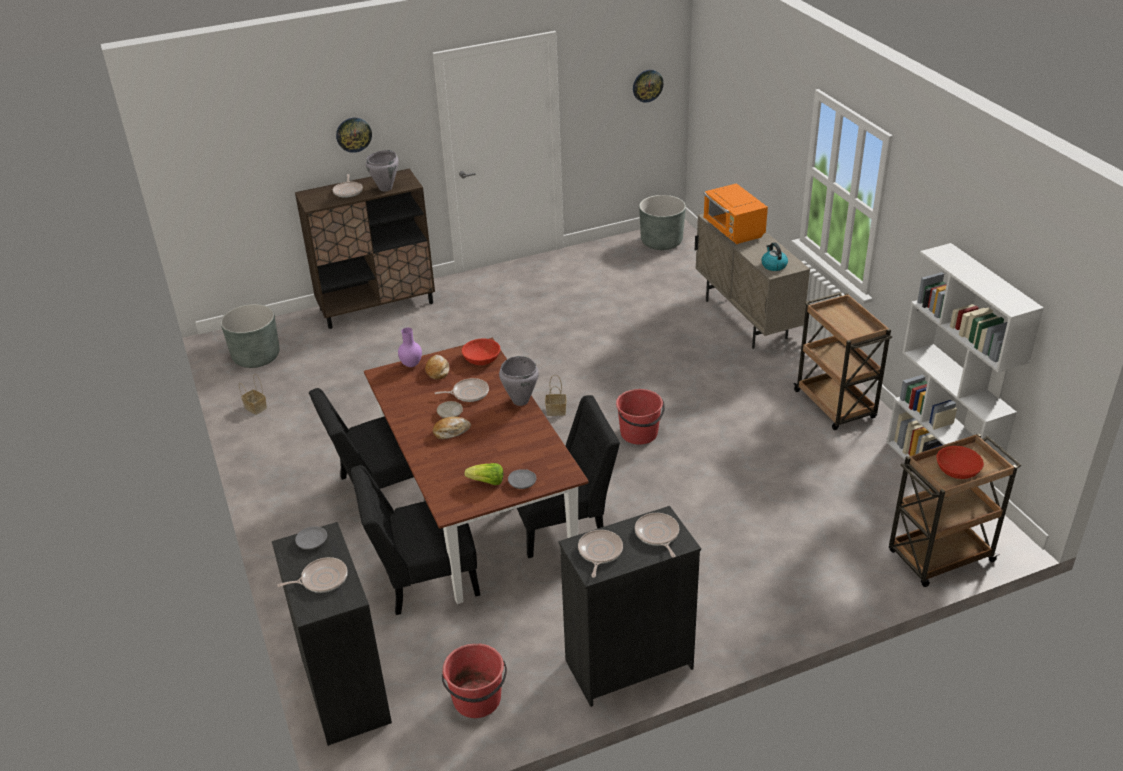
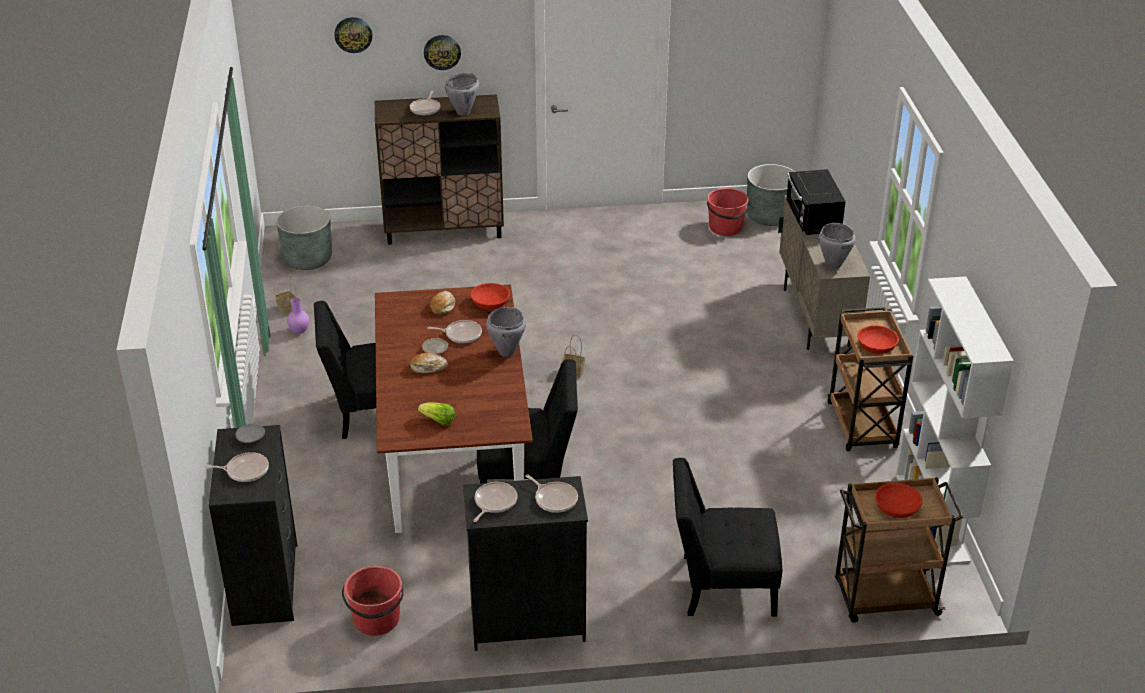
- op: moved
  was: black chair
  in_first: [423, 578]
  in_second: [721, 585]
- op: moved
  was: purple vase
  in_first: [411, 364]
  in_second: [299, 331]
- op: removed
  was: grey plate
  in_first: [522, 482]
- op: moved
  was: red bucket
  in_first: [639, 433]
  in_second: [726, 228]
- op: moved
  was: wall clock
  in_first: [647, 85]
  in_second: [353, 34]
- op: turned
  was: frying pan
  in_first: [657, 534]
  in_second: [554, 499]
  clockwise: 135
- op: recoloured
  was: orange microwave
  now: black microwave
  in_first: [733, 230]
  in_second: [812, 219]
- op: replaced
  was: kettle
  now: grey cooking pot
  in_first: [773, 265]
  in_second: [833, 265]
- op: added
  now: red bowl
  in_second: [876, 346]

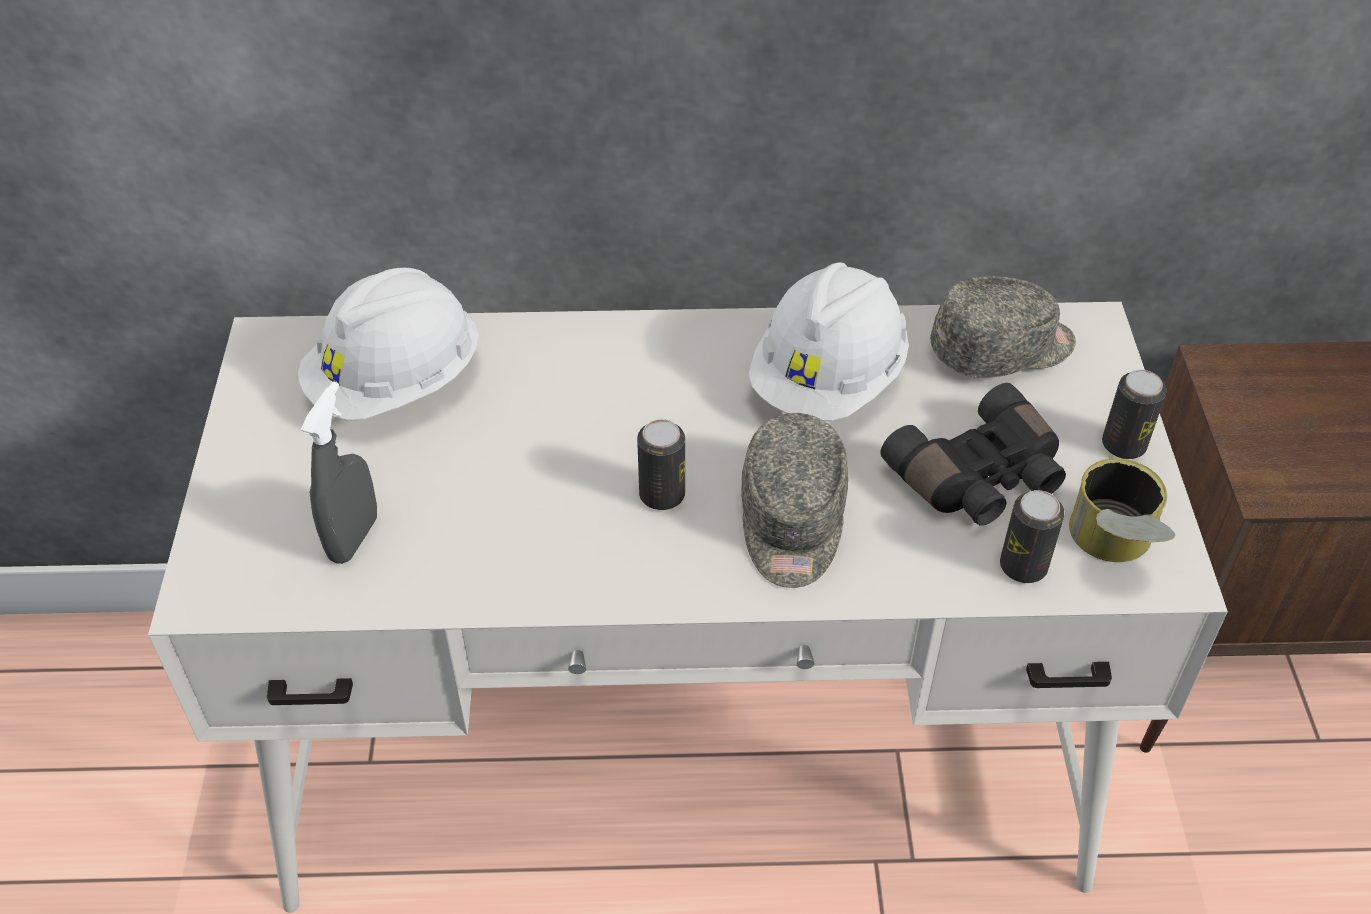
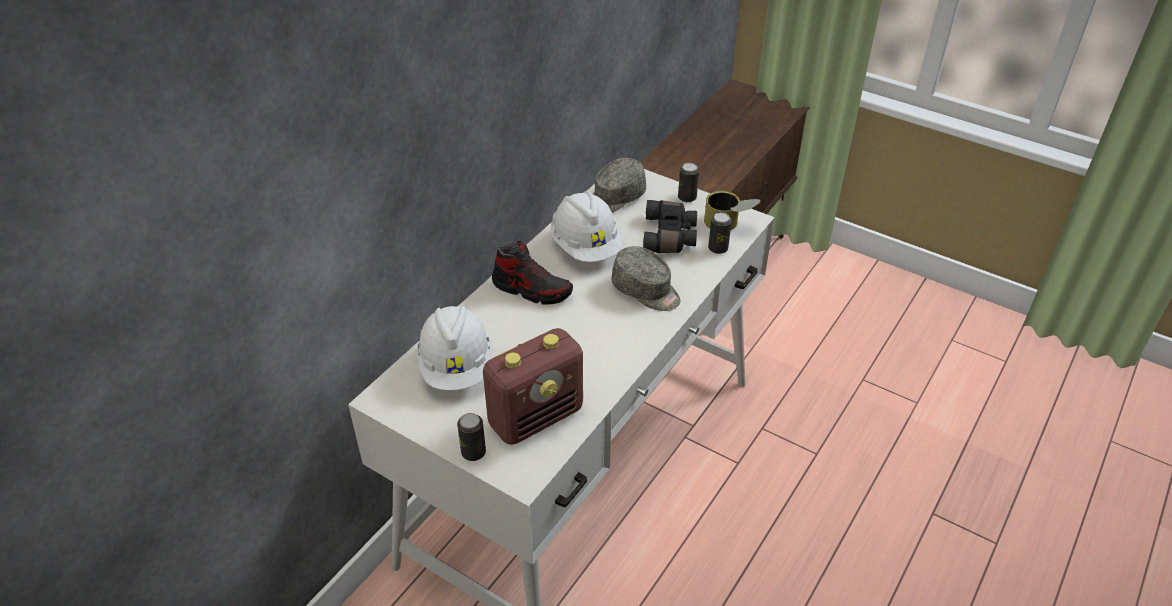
- op: replaced
  was: grey spray bottle
  now: radio
  in_first: [353, 538]
  in_second: [536, 417]
- op: moved
  was: can
  in_first: [662, 495]
  in_second: [473, 452]
- op: turned
  was: grey cap
  in_first: [1002, 349]
  in_second: [615, 198]
  clockwise: -150
- op: added
  now: shoe
  in_second: [532, 289]

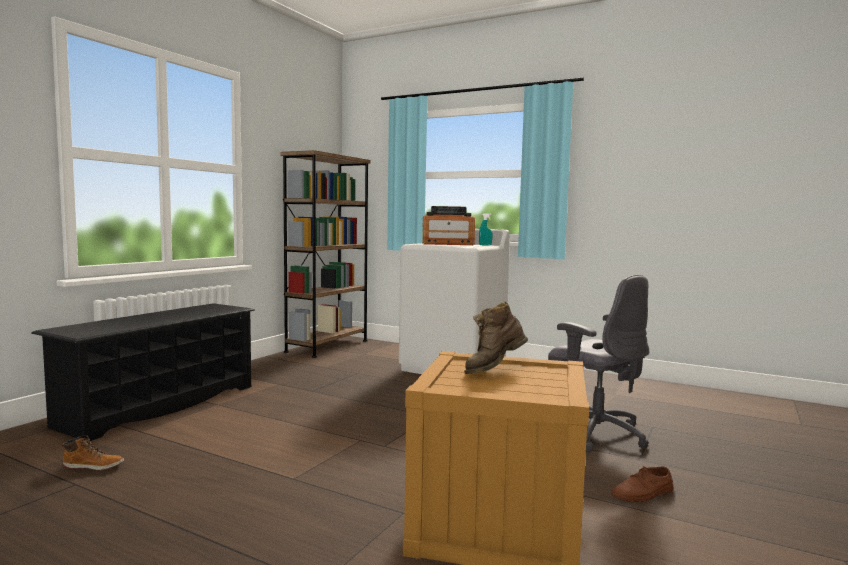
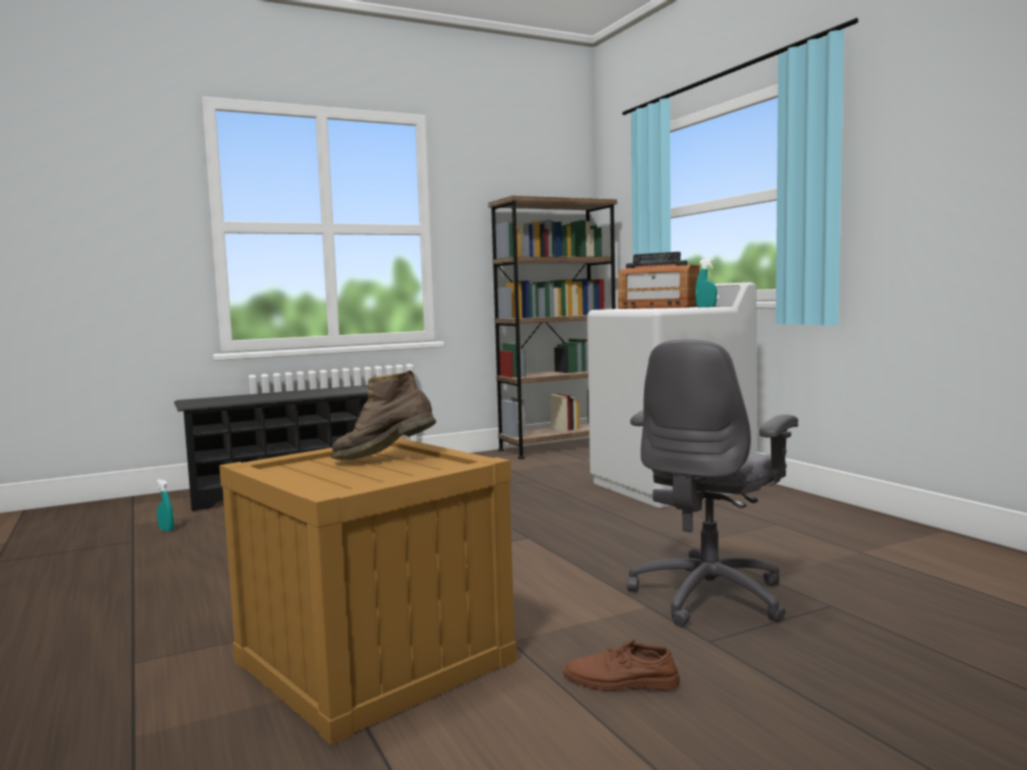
- op: replaced
  was: boot
  now: turquoise spray bottle
  in_first: [94, 466]
  in_second: [166, 530]
- op: turned
  was: grey office chair
  in_first: [595, 433]
  in_second: [711, 596]
  clockwise: 45

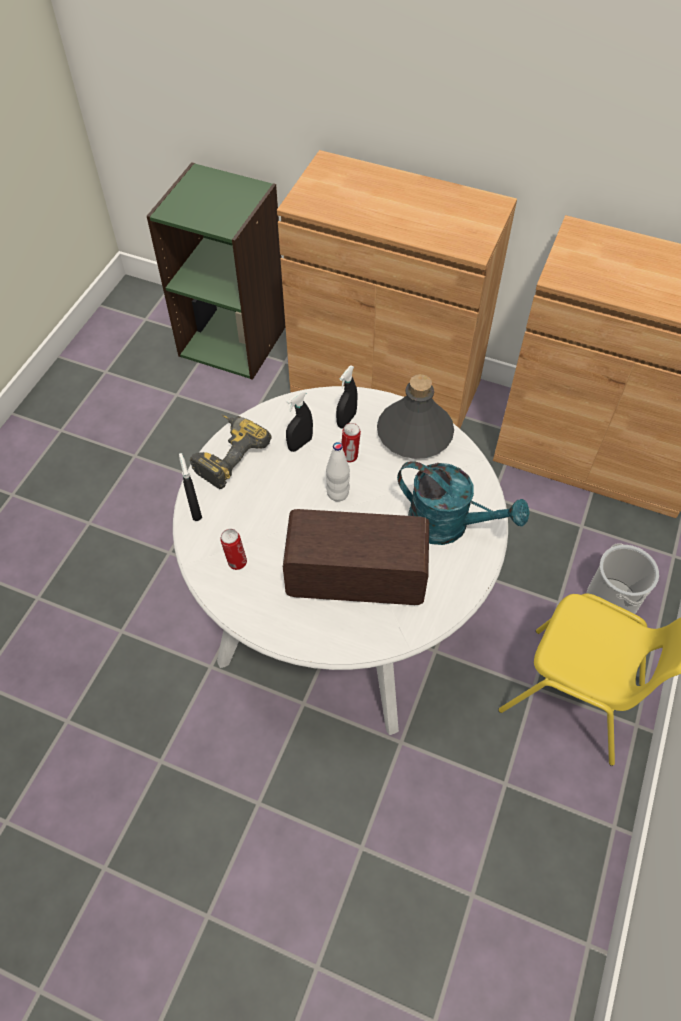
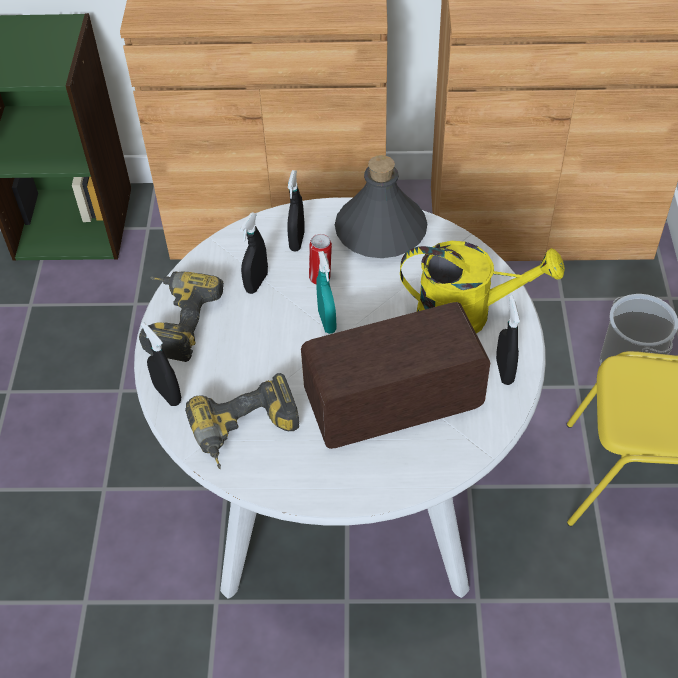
- op: replaced
  was: can
  now: power drill
  in_first: [236, 562]
  in_second: [246, 435]
- op: replaced
  was: white bottle
  now: turquoise spray bottle
  in_first: [337, 493]
  in_second: [327, 321]
- op: recoloured
  was: turquoise watering can
  now: yellow watering can
  in_first: [449, 525]
  in_second: [467, 314]
- op: added
  now: black spray bottle
  in_second: [504, 371]

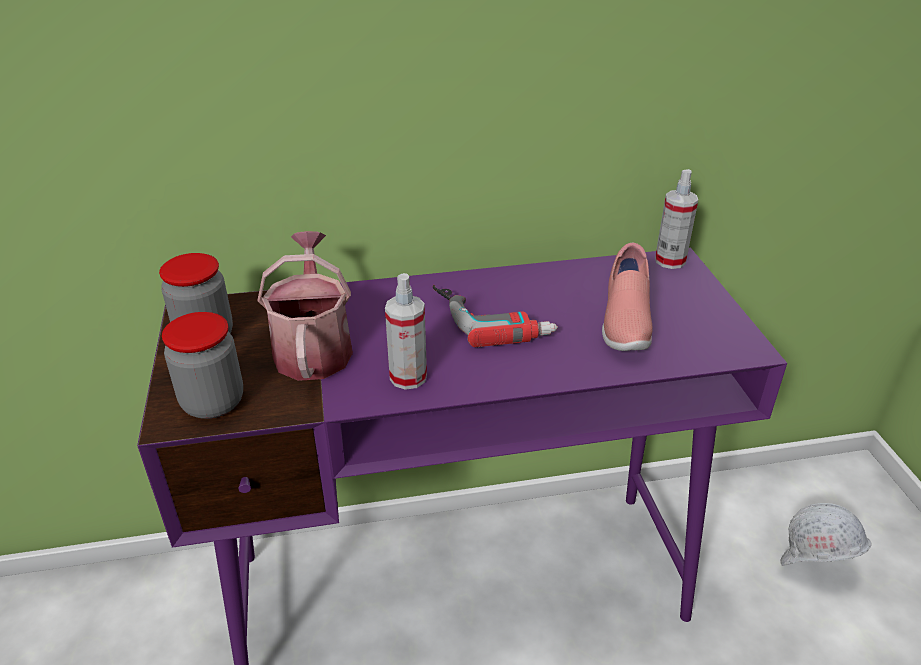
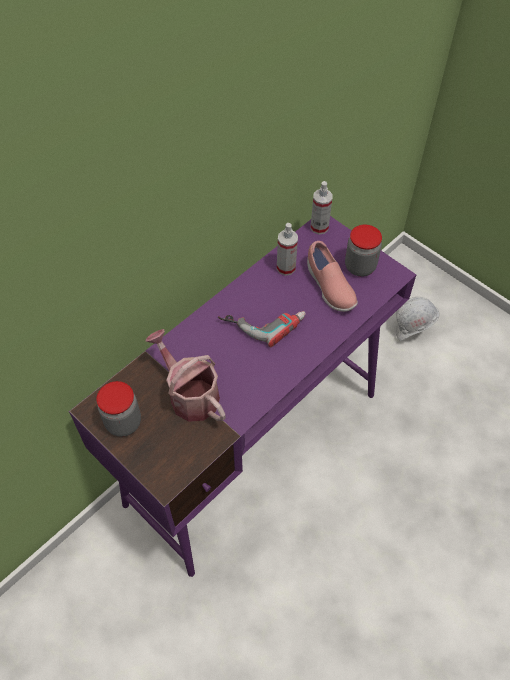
- op: moved
  was: jar
  in_first: [213, 403]
  in_second: [360, 267]
- op: moved
  was: spray bottle
  in_first: [408, 377]
  in_second: [286, 268]

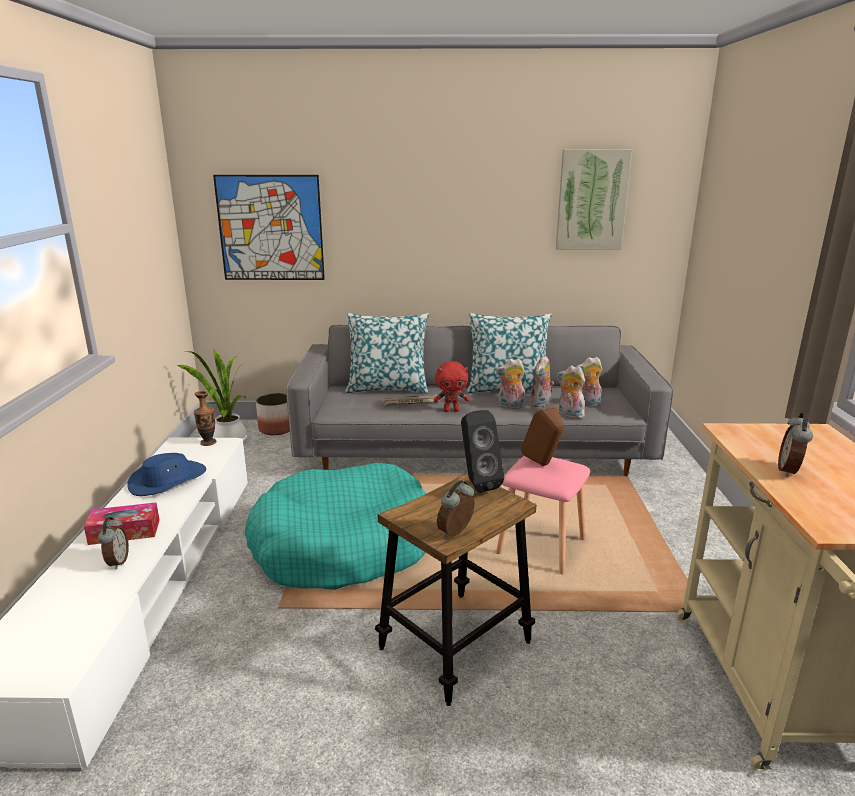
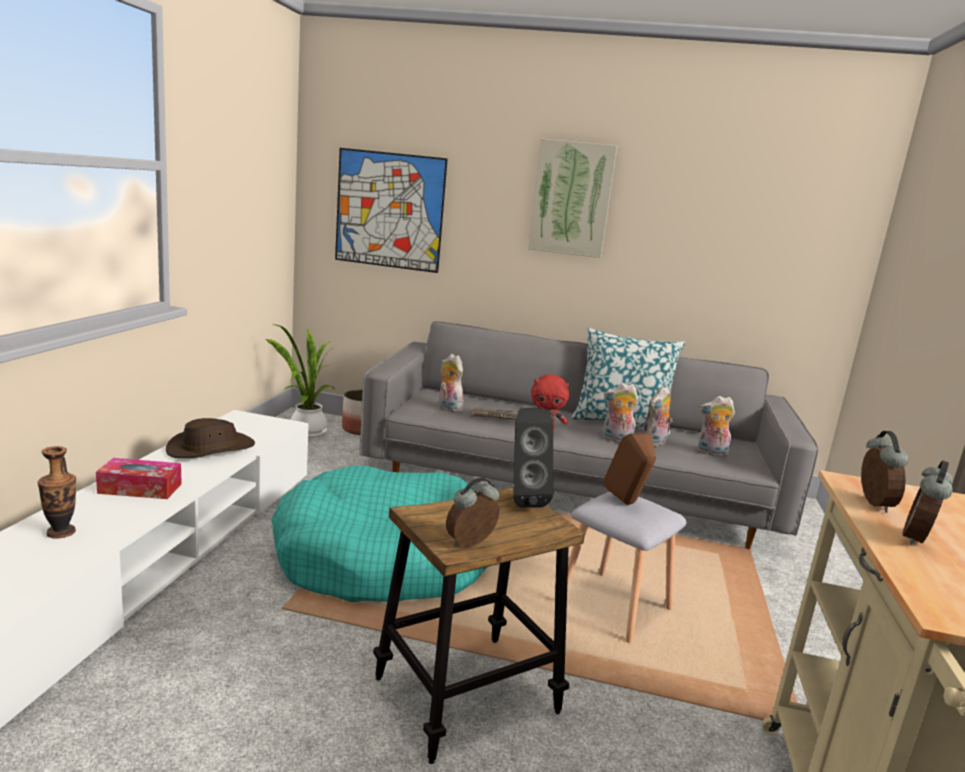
- op: moved
  was: alarm clock
  in_first: [117, 562]
  in_second: [872, 504]
- op: recoloured
  was: blue hat
  now: brown hat
  in_first: [168, 480]
  in_second: [210, 449]
- op: moved
  was: vase
  in_first: [208, 443]
  in_second: [61, 532]
- op: removed
  was: pillow
  in_first: [388, 388]
- op: recoloured
  was: pink stool
  now: grey stool
  in_first: [539, 546]
  in_second: [611, 606]
- op: moved
  was: picture
  in_first: [592, 200]
  in_second: [571, 198]
- op: moved
  was: plush toy
  in_first: [569, 415]
  in_second: [448, 408]

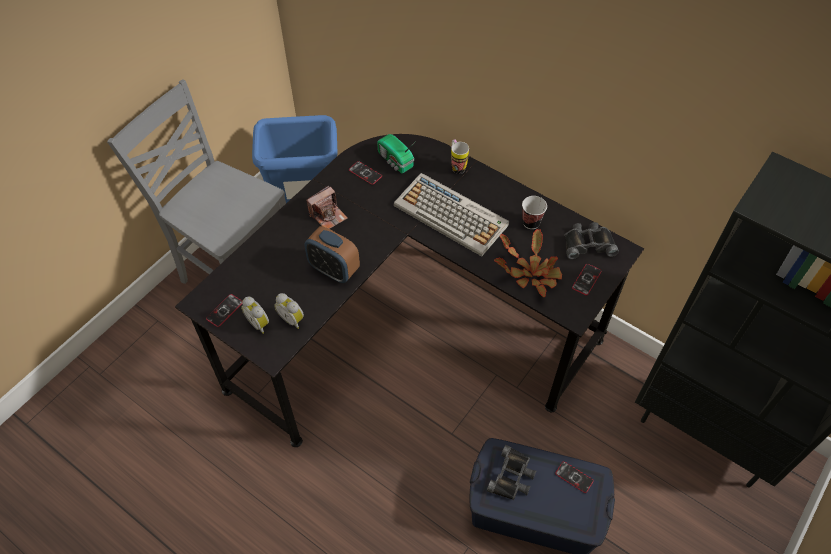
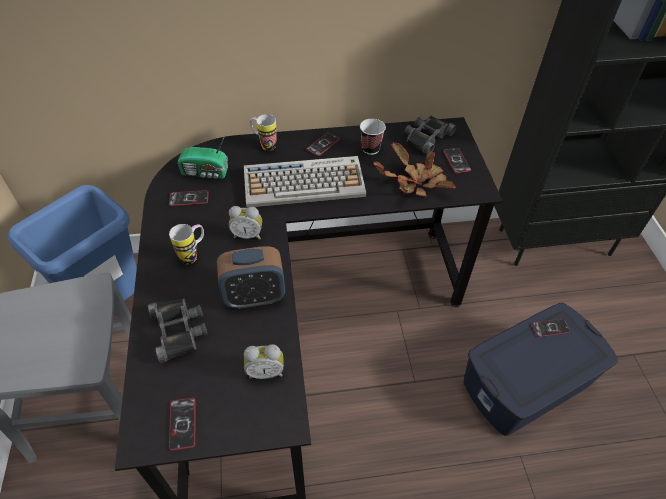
- op: moved
  was: alarm clock
  in_first: [259, 323]
  in_second: [248, 235]
- op: replaced
  was: photo camera
  now: mug
  in_first: [328, 215]
  in_second: [193, 255]
- op: moved
  was: black binoculars
  in_first: [512, 476]
  in_second: [179, 330]
- op: added
  now: phone
  in_second: [323, 144]

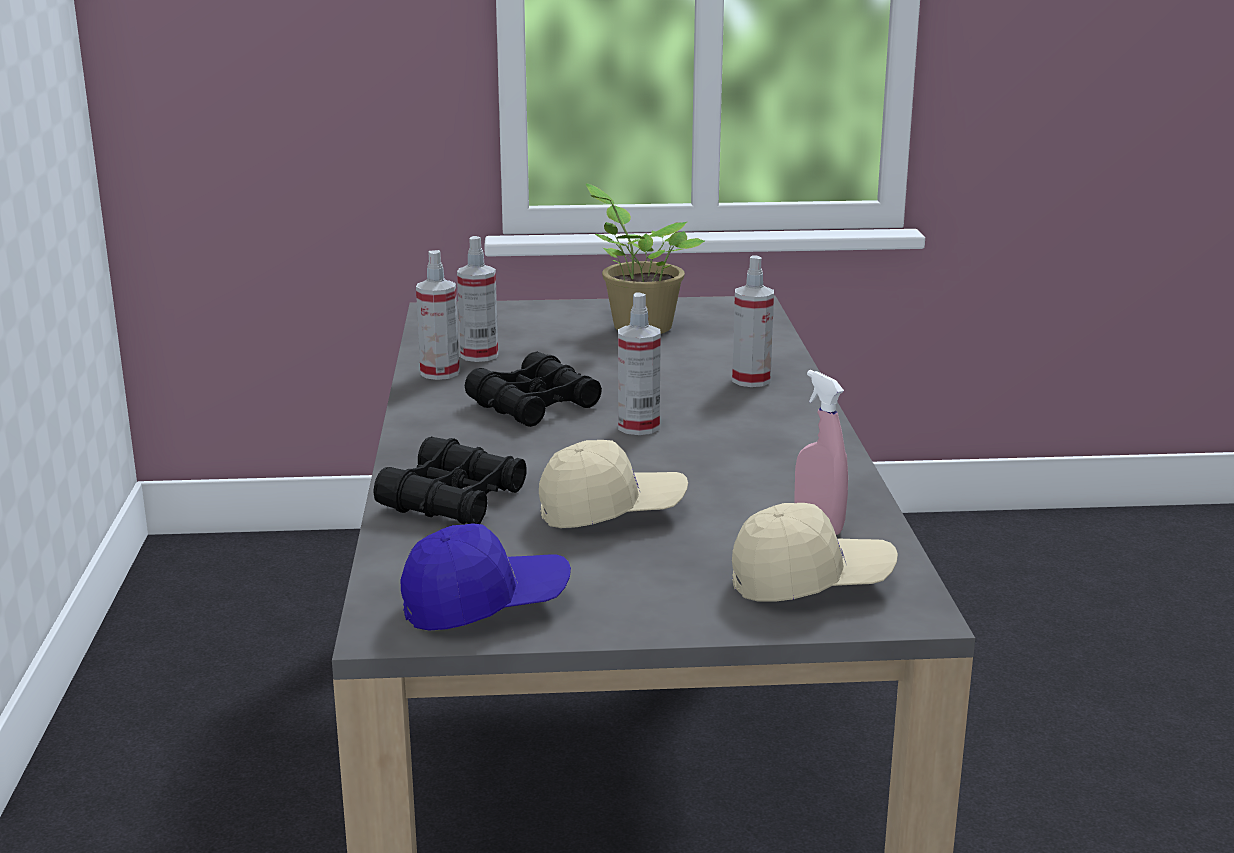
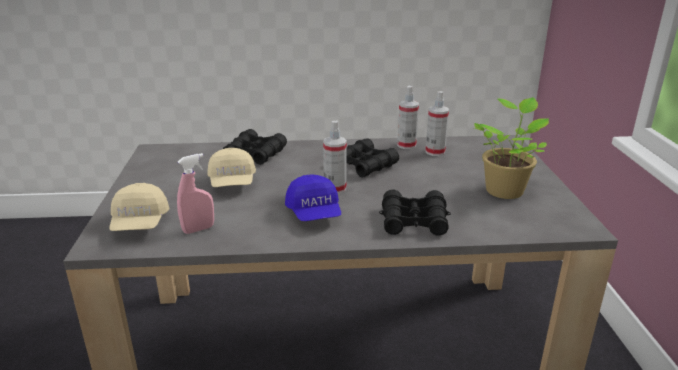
- op: moved
  was: blue cap
  in_first: [485, 605]
  in_second: [314, 213]
- op: replaced
  was: spray bottle
  now: black binoculars
  in_first: [751, 380]
  in_second: [414, 221]

